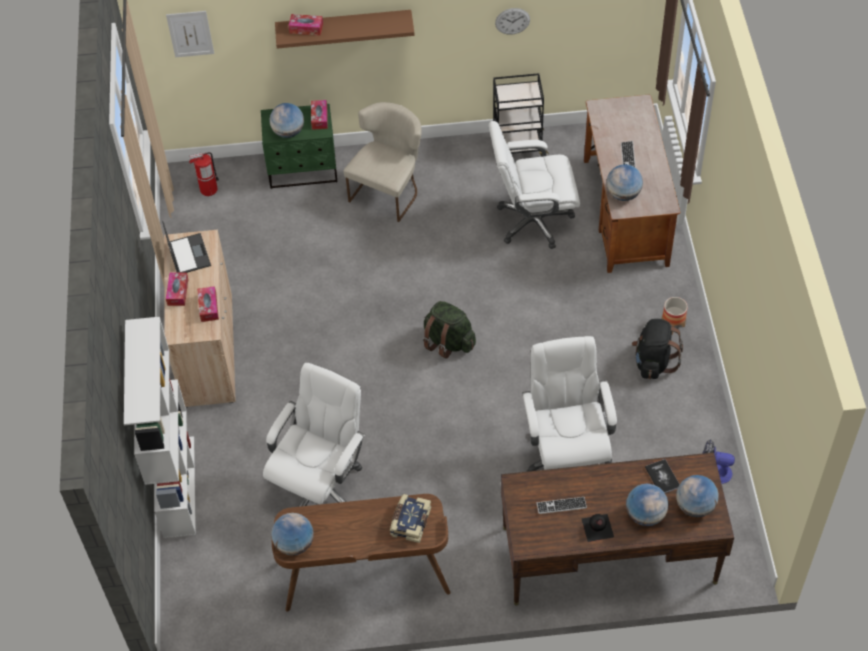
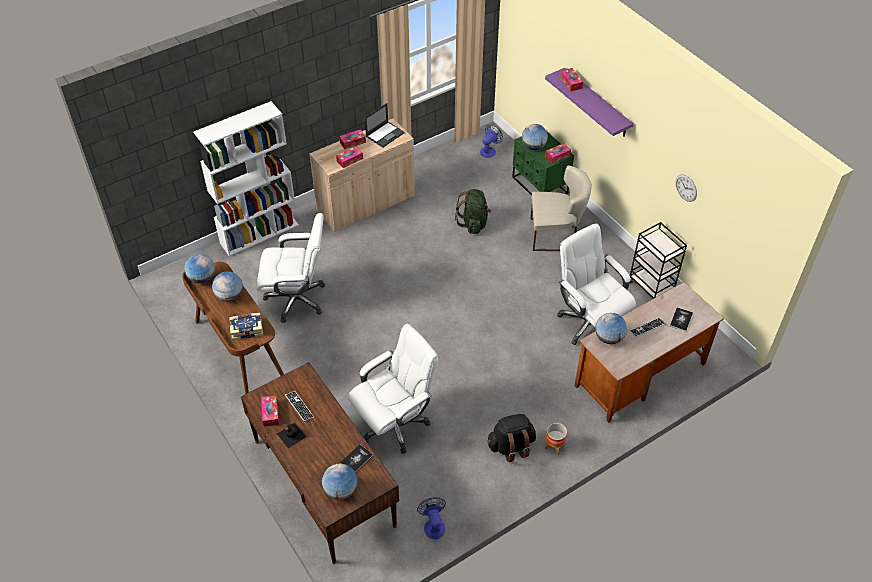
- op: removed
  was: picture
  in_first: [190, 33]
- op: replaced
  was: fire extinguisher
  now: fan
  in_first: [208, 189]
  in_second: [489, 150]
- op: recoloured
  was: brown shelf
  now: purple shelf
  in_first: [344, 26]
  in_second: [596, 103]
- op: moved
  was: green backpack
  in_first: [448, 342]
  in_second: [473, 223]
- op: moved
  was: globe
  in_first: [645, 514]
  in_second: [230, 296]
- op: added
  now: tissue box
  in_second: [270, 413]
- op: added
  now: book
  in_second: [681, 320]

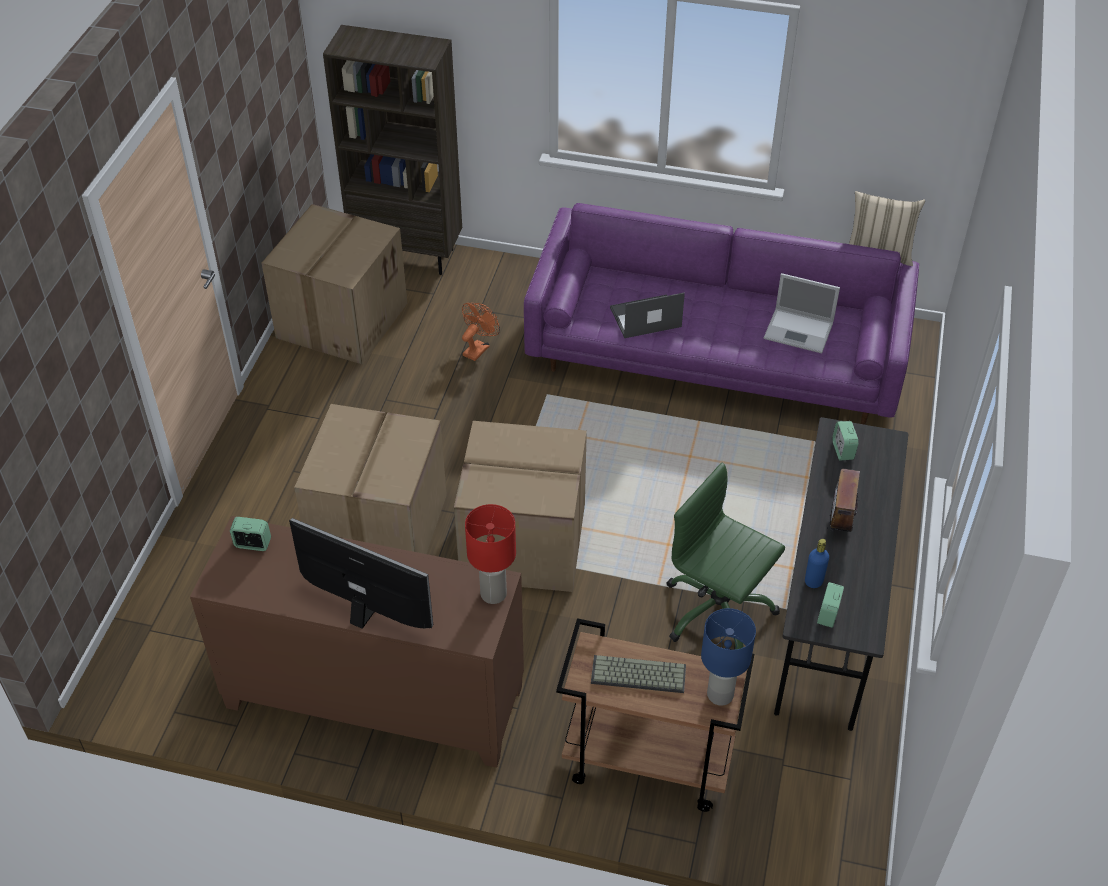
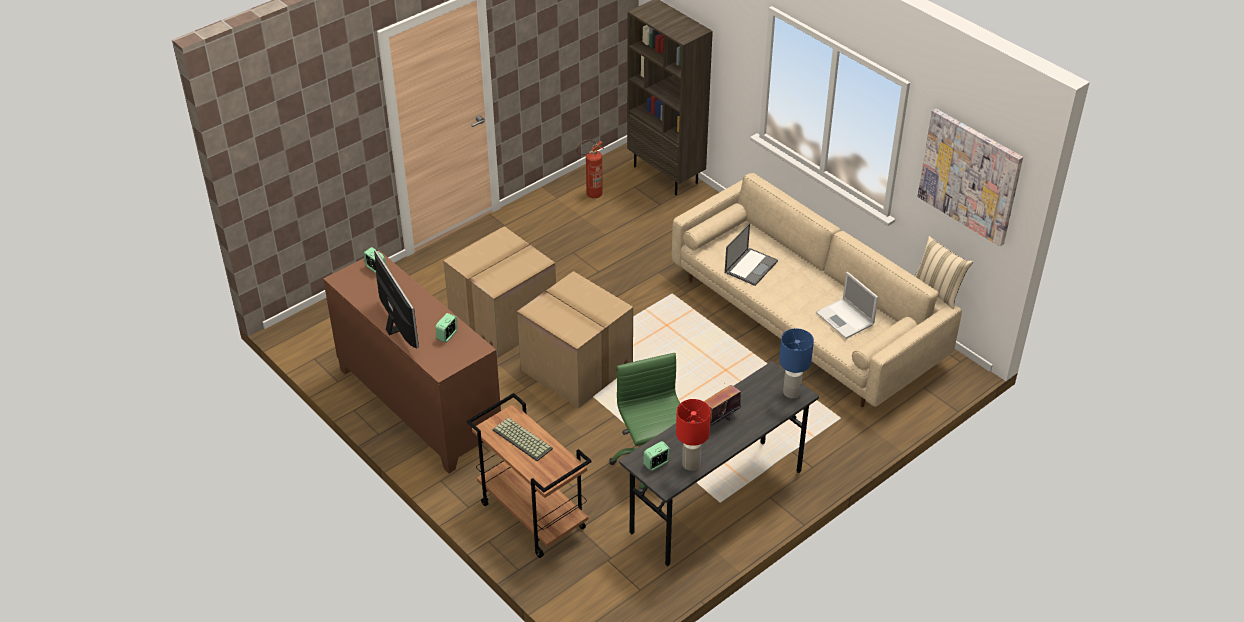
- op: replaced
  was: cardboard box
  now: fire extinguisher
  in_first: [341, 319]
  in_second: [590, 195]
- op: removed
  was: orange fan
  in_first: [478, 348]
- op: moved
  was: red table lamp
  in_first: [494, 594]
  in_second: [691, 465]
- op: recoloured
  was: purple sofa
  now: beige sofa
  in_first: [715, 354]
  in_second: [805, 319]
- op: turned
  was: laptop
  in_first: [644, 318]
  in_second: [751, 266]
  clockwise: 105
- op: moved
  was: blue table lamp
  in_first: [719, 694]
  in_second: [791, 392]
- op: removed
  was: blue bottle
  in_first: [813, 581]
- op: moved
  was: alarm clock
  in_first: [843, 450]
  in_second: [447, 335]
- op: added
  now: picture
  in_second: [970, 176]

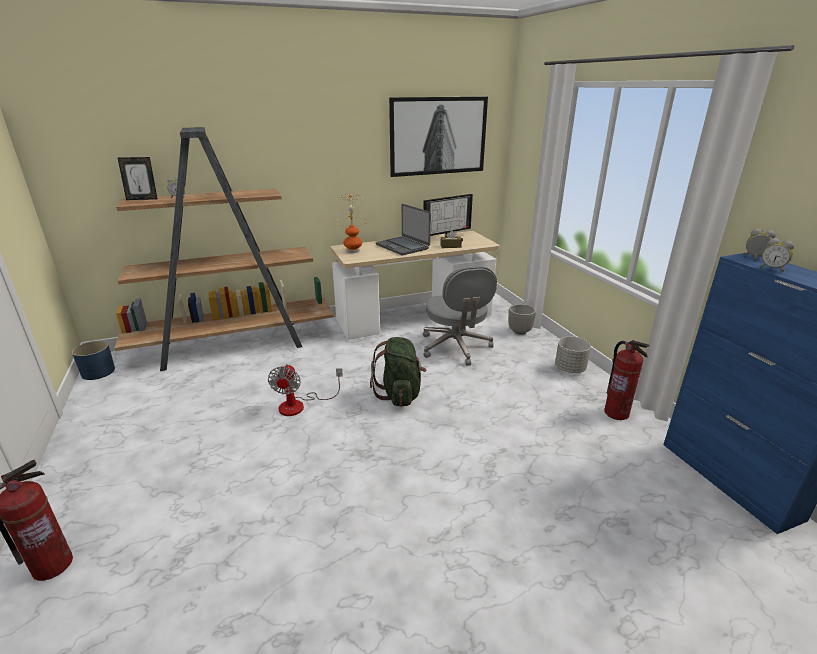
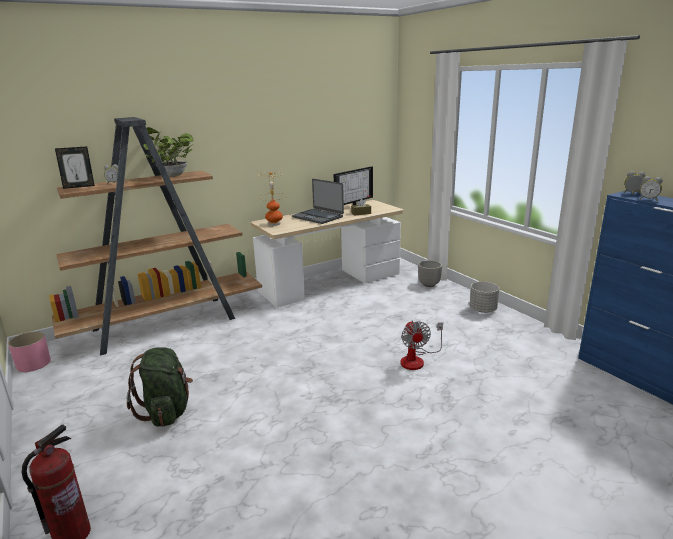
- op: recoloured
  was: blue planter
  now: pink planter
  in_first: [98, 372]
  in_second: [34, 364]
- op: moved
  was: fan
  in_first: [300, 405]
  in_second: [417, 359]
- op: moved
  was: green backpack
  in_first: [400, 394]
  in_second: [167, 411]
- op: removed
  was: picture
  in_first: [438, 136]
- op: removed
  was: grey office chair
  in_first: [455, 347]
- op: removed
  was: fire extinguisher
  in_first: [616, 413]
- op: added
  now: potted plant
  in_second: [171, 175]

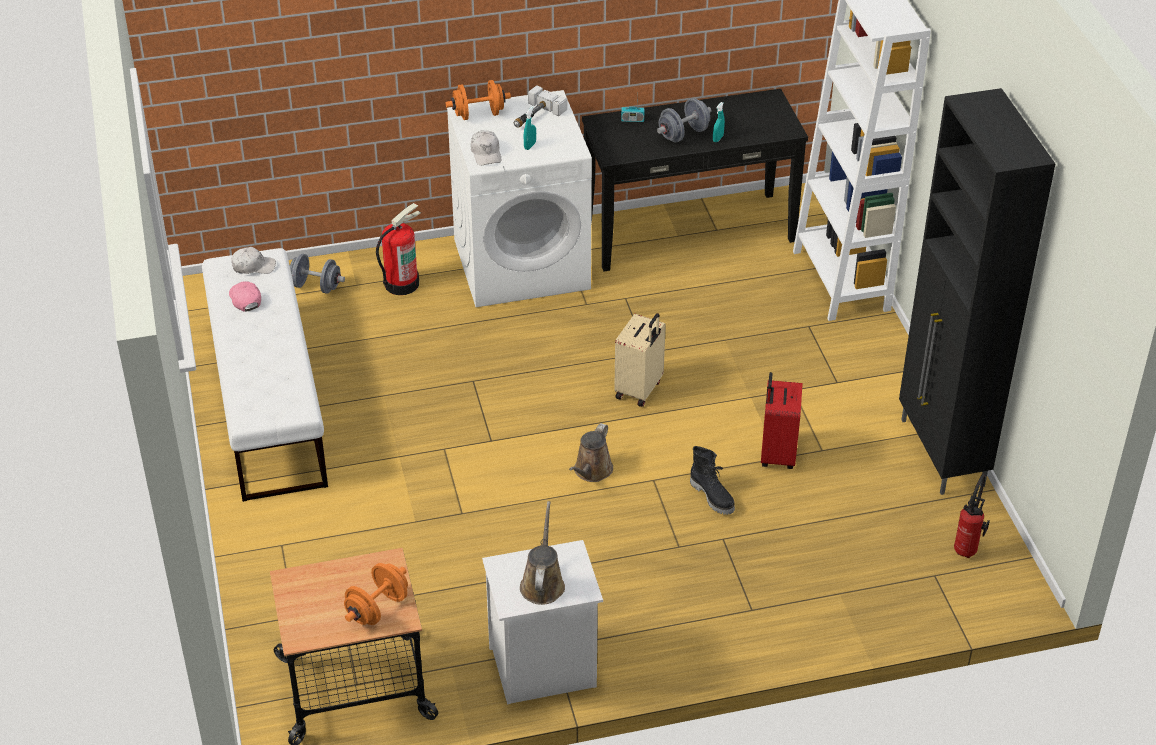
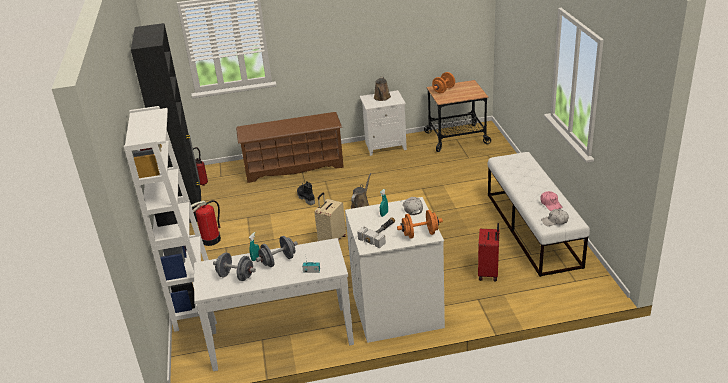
- op: moved
  was: grey dumbbell
  in_first: [316, 286]
  in_second: [236, 276]
- op: moved
  was: fire extinguisher
  in_first: [401, 283]
  in_second: [211, 240]
- op: recoloured
  was: black console table
  now: white console table
  in_first: [689, 231]
  in_second: [281, 338]
- op: moved
  was: red suitcase
  in_first: [776, 454]
  in_second: [489, 273]
- op: added
  now: brown shoe rack
  in_second: [294, 167]

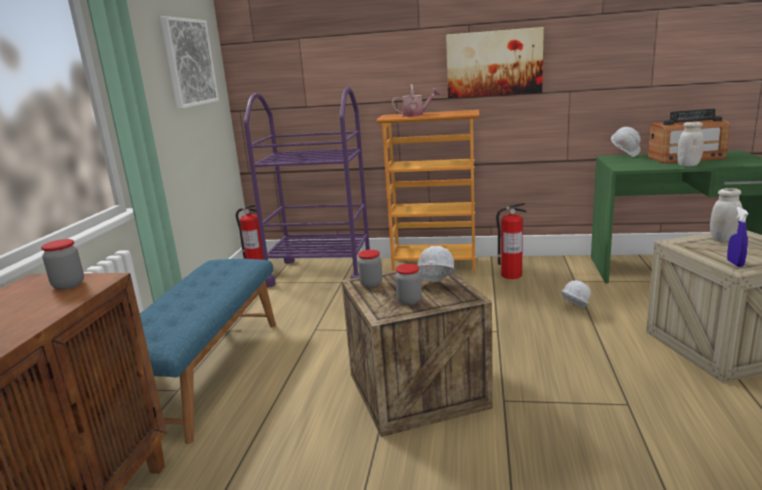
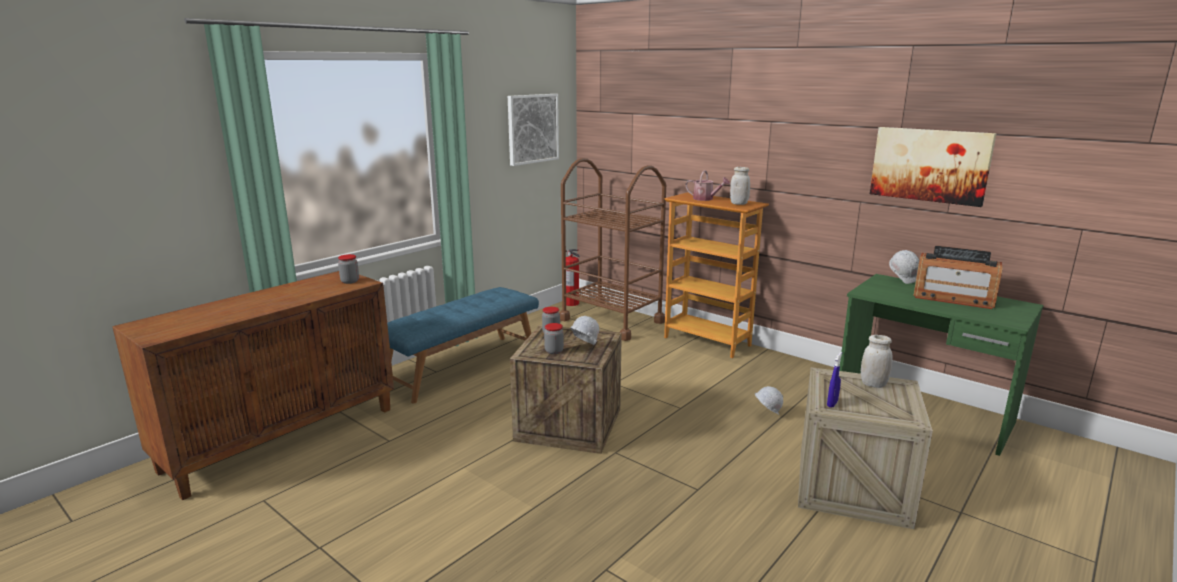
- op: recoloured
  was: purple cart
  now: brown cart
  in_first: [321, 272]
  in_second: [611, 321]
- op: moved
  was: picture
  in_first: [494, 63]
  in_second: [930, 165]
- op: removed
  was: fire extinguisher
  in_first: [511, 275]
- op: moved
  was: white jar
  in_first: [688, 165]
  in_second: [739, 203]

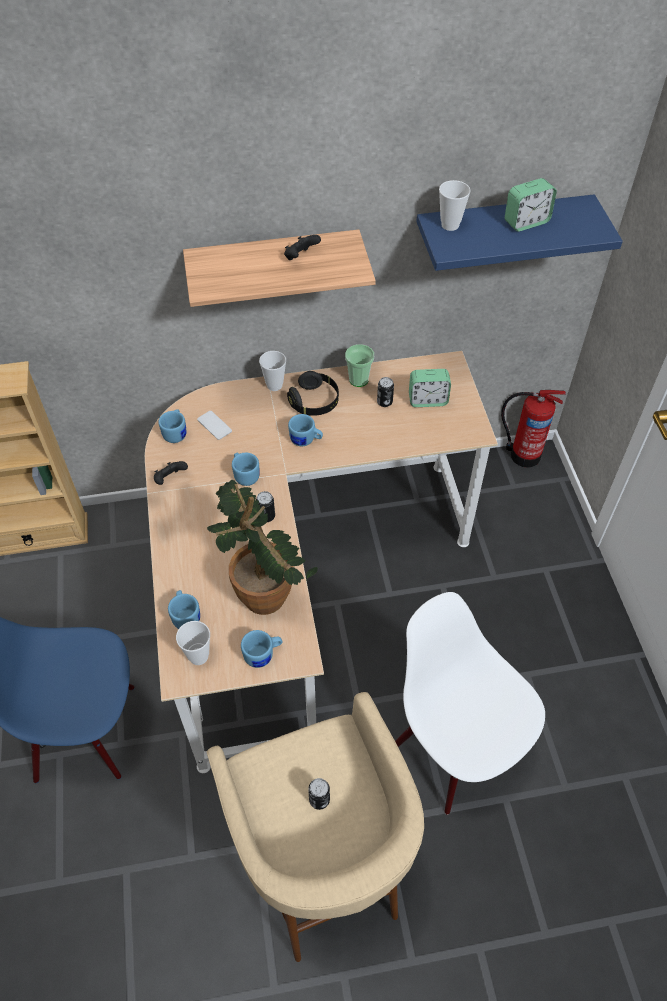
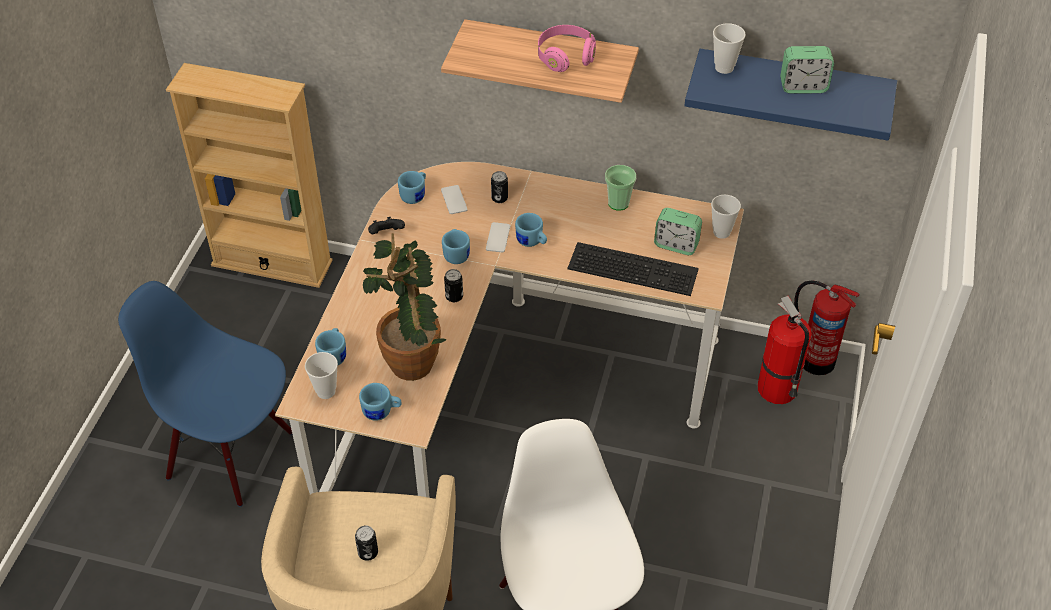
- op: moved
  was: cup
  in_first: [274, 385]
  in_second: [721, 232]
- op: replaced
  was: black game controller
  now: pink headphones
  in_first: [300, 257]
  in_second: [565, 57]
- op: removed
  was: black headphones
  in_first: [314, 402]
- op: moved
  was: can
  in_first: [384, 402]
  in_second: [499, 198]
- op: added
  now: phone
  in_second: [498, 238]
- op: added
  now: keyboard
  in_second: [634, 267]
- op: added
  now: fire extinguisher
  in_second: [778, 390]

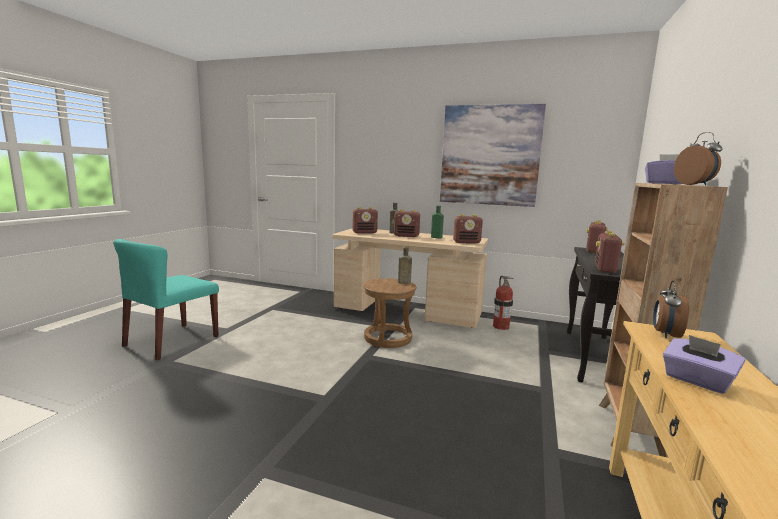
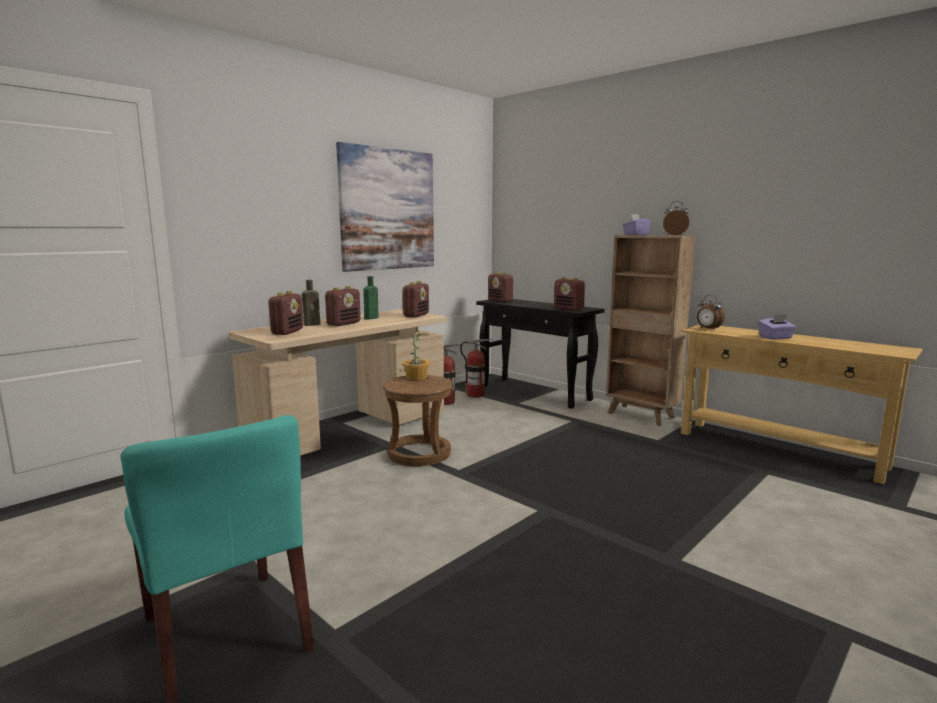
- op: replaced
  was: brown bottle
  now: potted plant
  in_first: [403, 282]
  in_second: [416, 377]
- op: added
  now: fire extinguisher
  in_second: [475, 395]

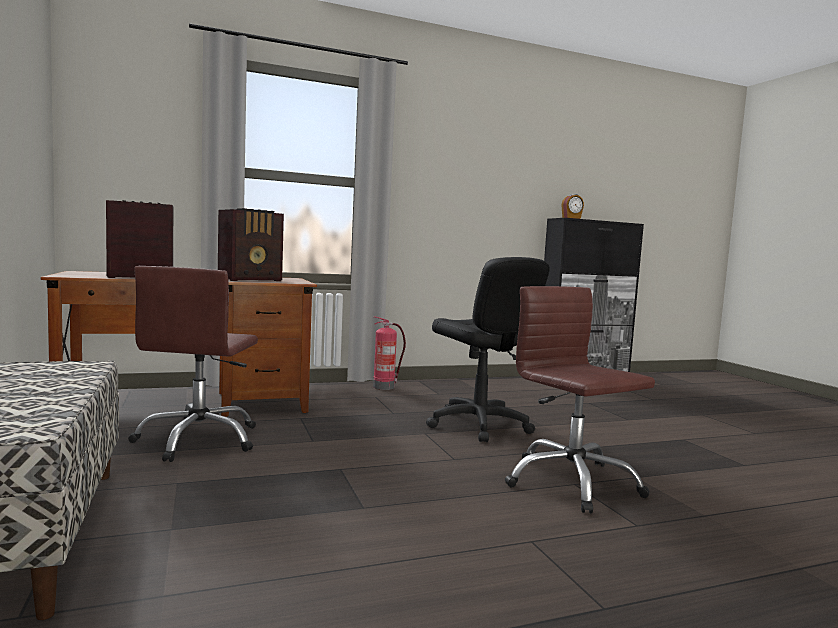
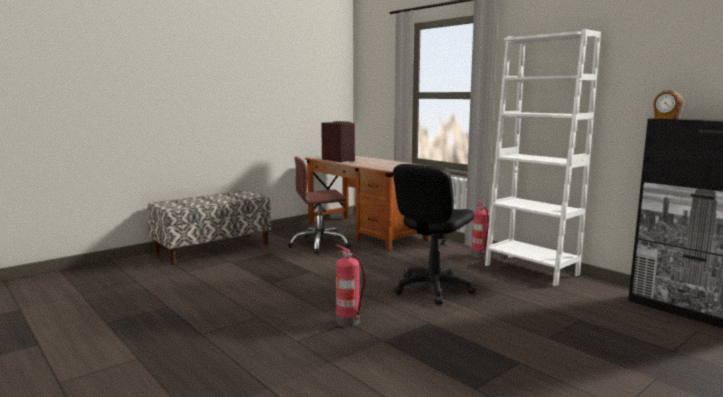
- op: removed
  was: radio
  in_first: [251, 280]
- op: replaced
  was: brown office chair
  now: fire extinguisher
  in_first: [571, 482]
  in_second: [349, 321]
- op: added
  now: white bookcase
  in_second: [531, 270]

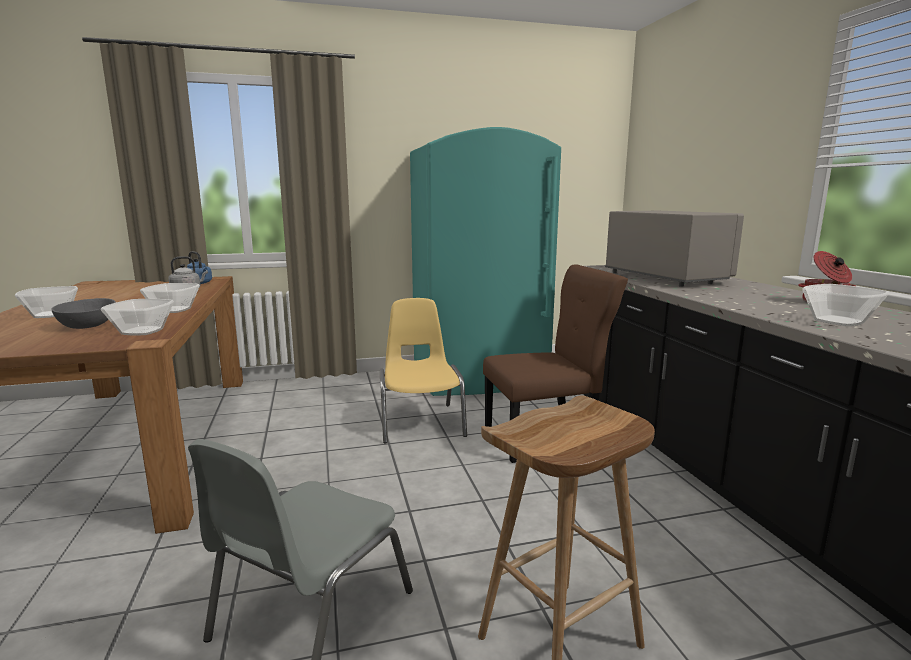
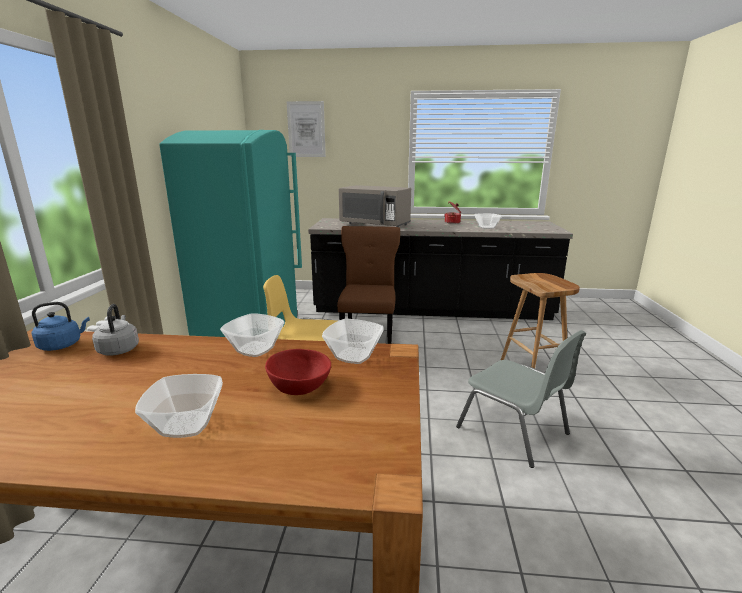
- op: recoloured
  was: grey bowl
  now: red bowl
  in_first: [87, 326]
  in_second: [298, 387]
- op: turned
  was: grey microwave
  in_first: [665, 278]
  in_second: [375, 225]
  clockwise: -150
- op: added
  now: picture
  in_second: [306, 129]

